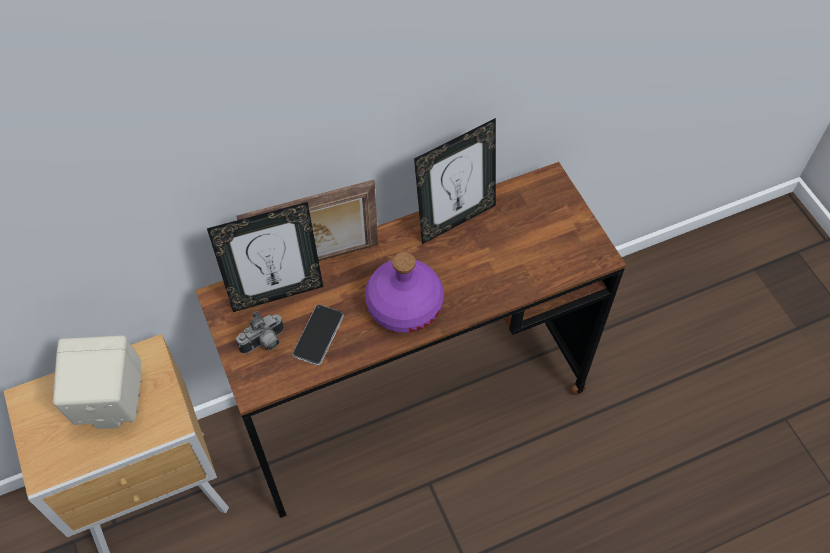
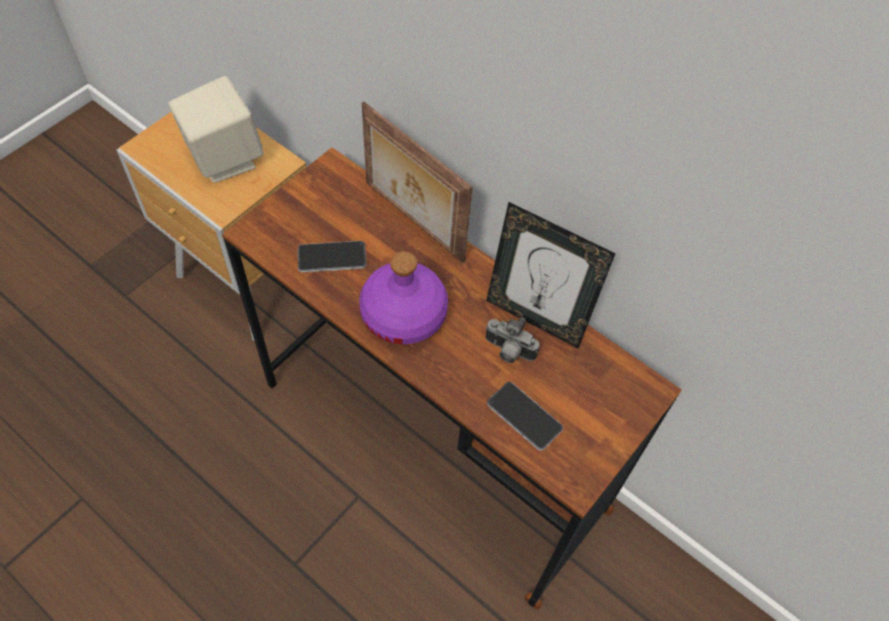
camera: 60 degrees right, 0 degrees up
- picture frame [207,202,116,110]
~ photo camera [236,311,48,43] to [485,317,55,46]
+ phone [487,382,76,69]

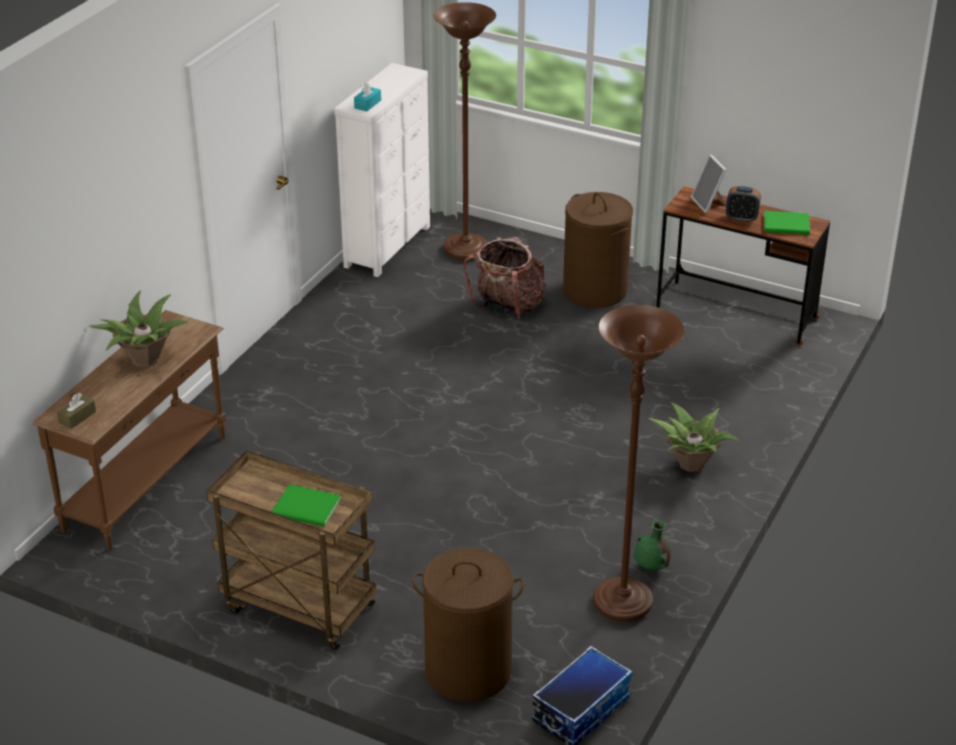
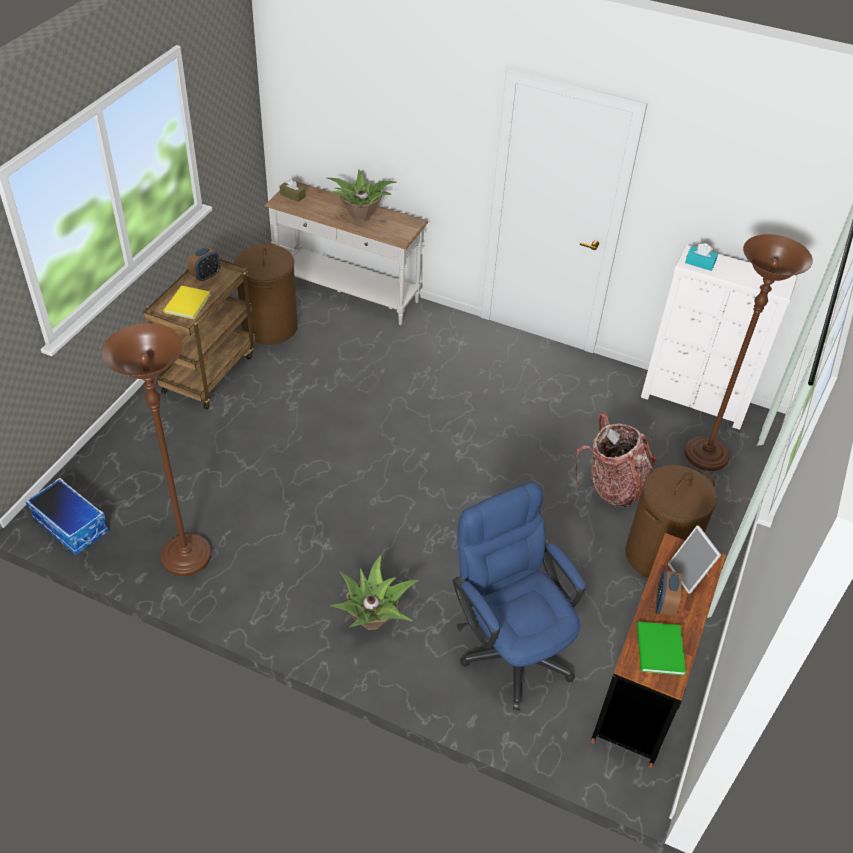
camera: 85 degrees right, 10 degrees up
~ picture frame [691,155,36,58] = [668,525,53,69] 90 degrees counterclockwise
~ brown console table [33,310,193,240] to white console table [264,182,164,143]
~ green book [272,484,69,43] to yellow book [163,286,47,33]
- green vase [634,520,37,51]
~ brown laundry basket [412,547,112,155] to [234,243,64,102]
+ alarm clock [188,247,32,35]
+ blue office chair [453,482,133,228]

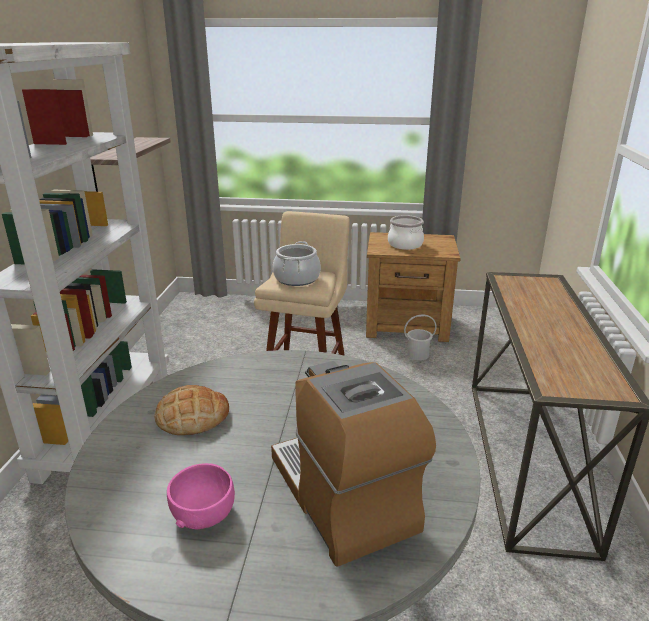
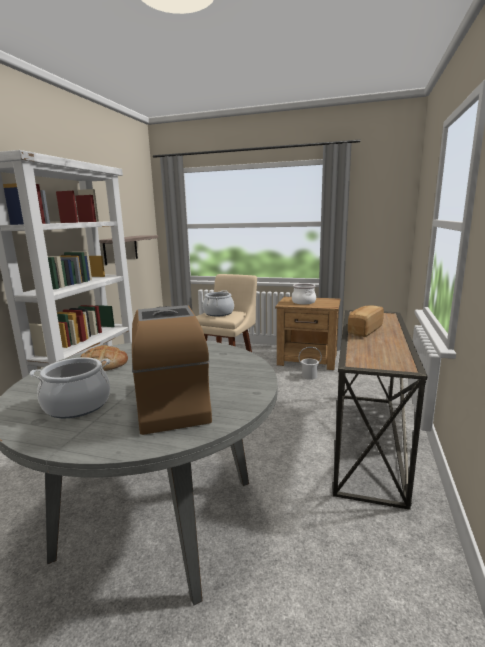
camera: 10 degrees right, 10 degrees down
~ pink bowl [167,463,68,67] to cooking pot [29,357,81,61]
+ bread [348,305,36,32]

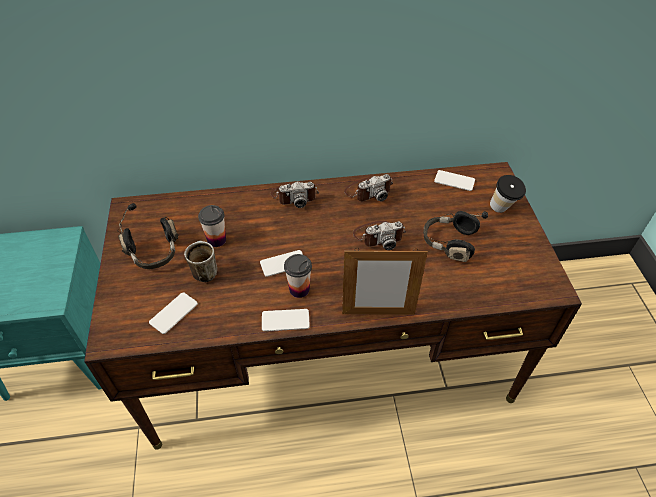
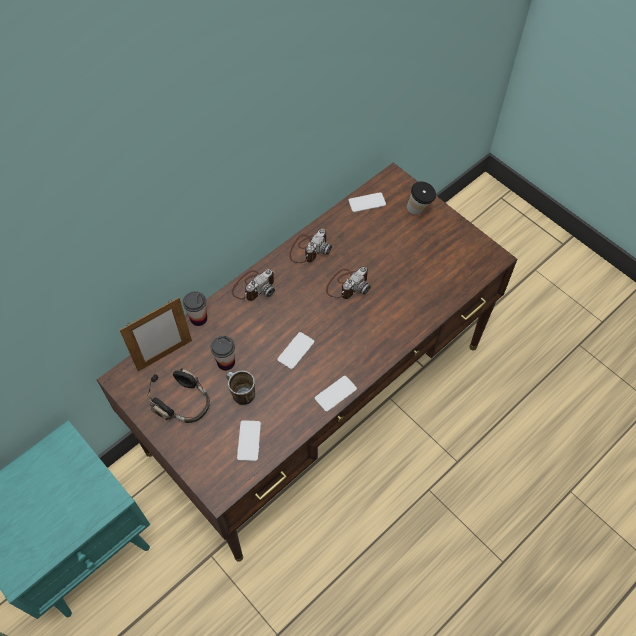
camera: 35 degrees left, 10 degrees up
- black headphones [423,211,65,51]
~ picture frame [342,248,86,67] to [120,297,72,75]
~ cup [284,254,28,44] to [183,291,24,35]

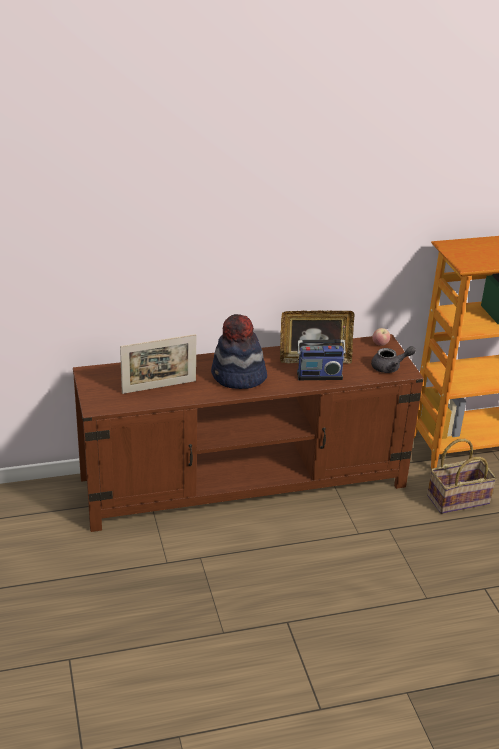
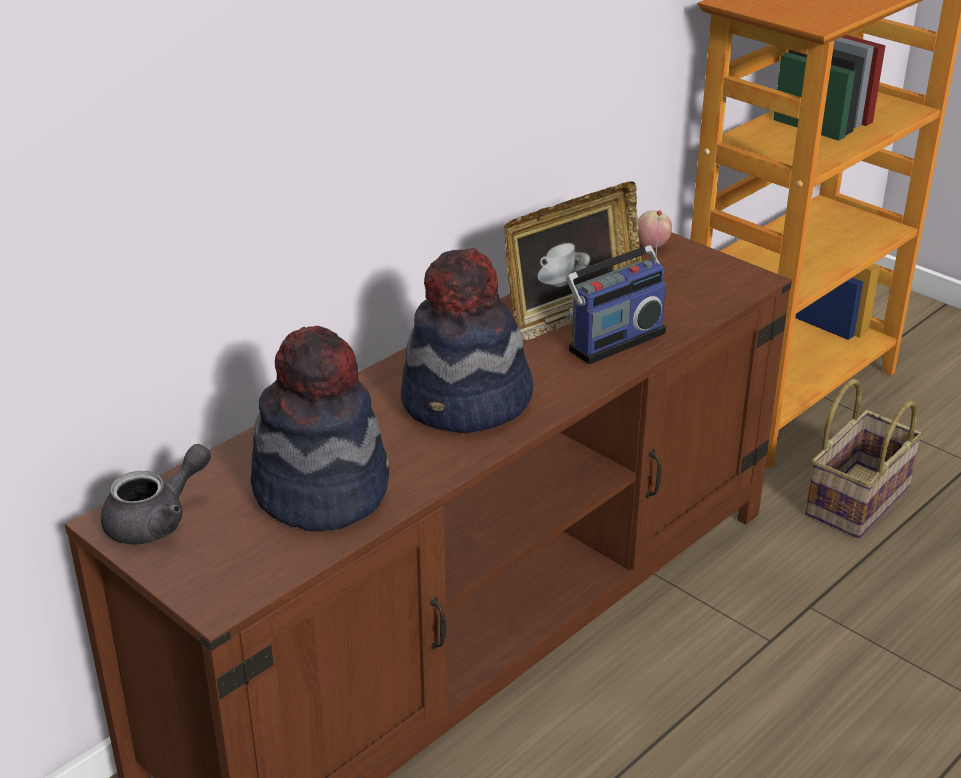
camera: 30 degrees left, 0 degrees up
~ picture frame [120,334,76,60] to hat [251,326,138,205]
~ grey teapot [371,346,45,27] to [101,444,110,101]

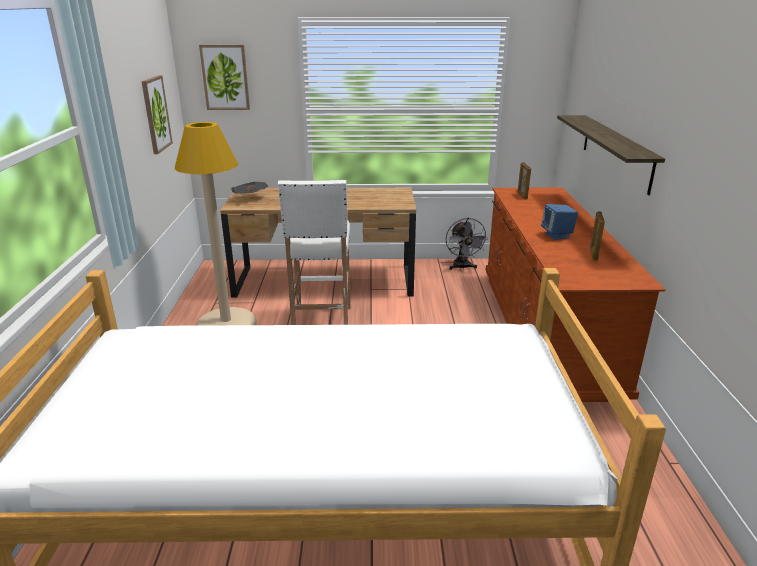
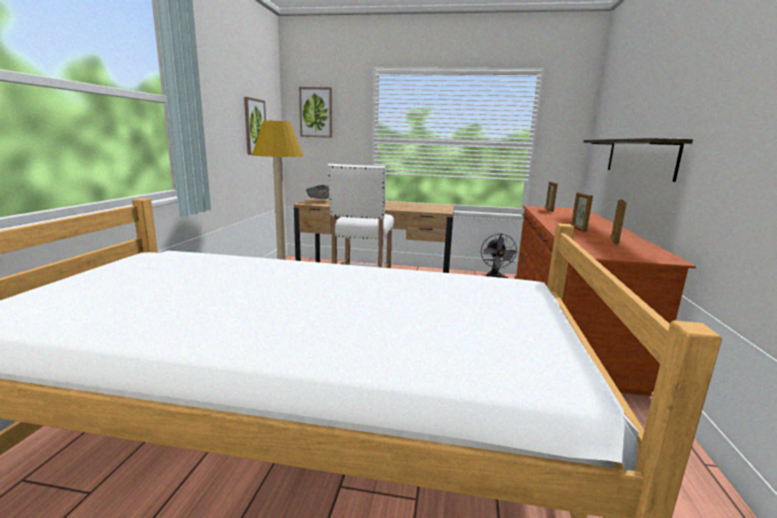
camera: 10 degrees right, 10 degrees down
~ blue speaker [541,204,37,36] to picture frame [571,192,22,40]

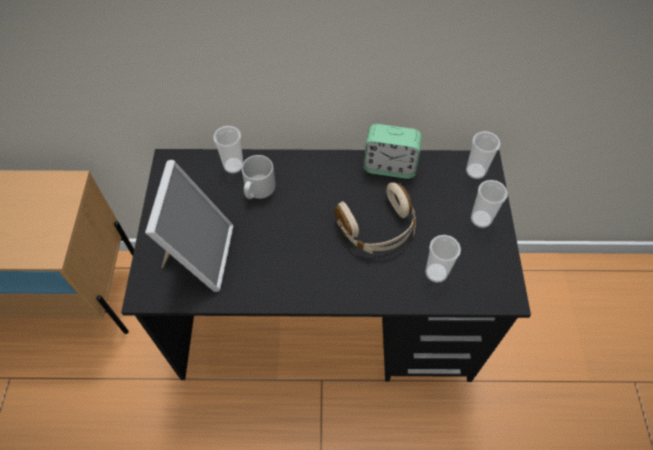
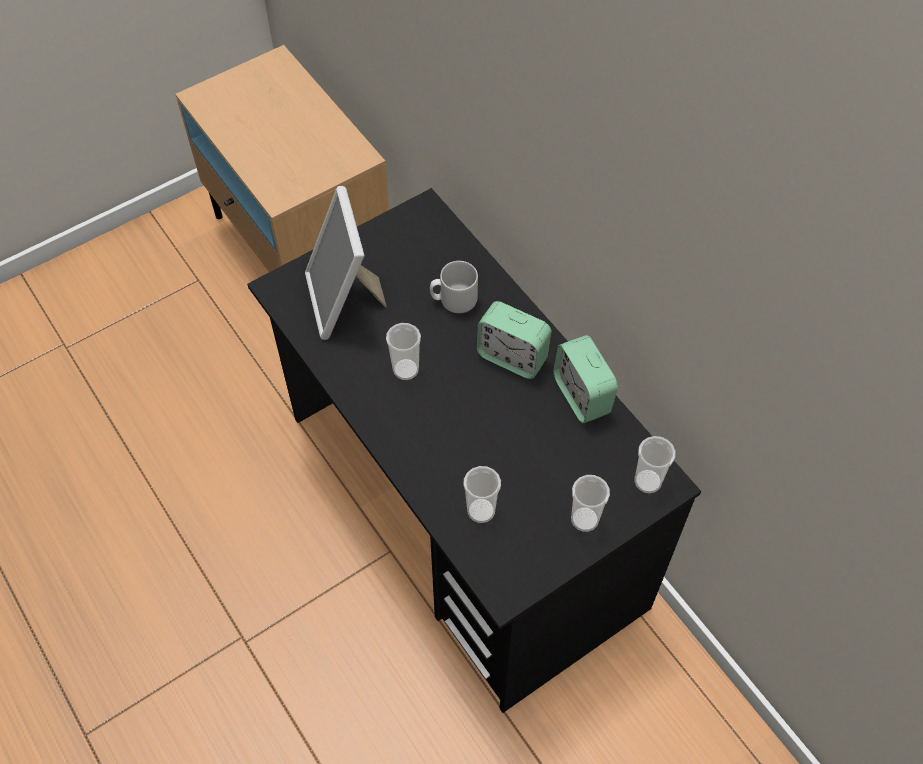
camera: 55 degrees right, 0 degrees up
~ cup [213,126,30,47] to [386,323,35,57]
~ picture frame [145,160,88,132] = [305,186,82,154] 105 degrees clockwise
- beige headphones [335,182,81,72]
+ alarm clock [476,301,76,78]

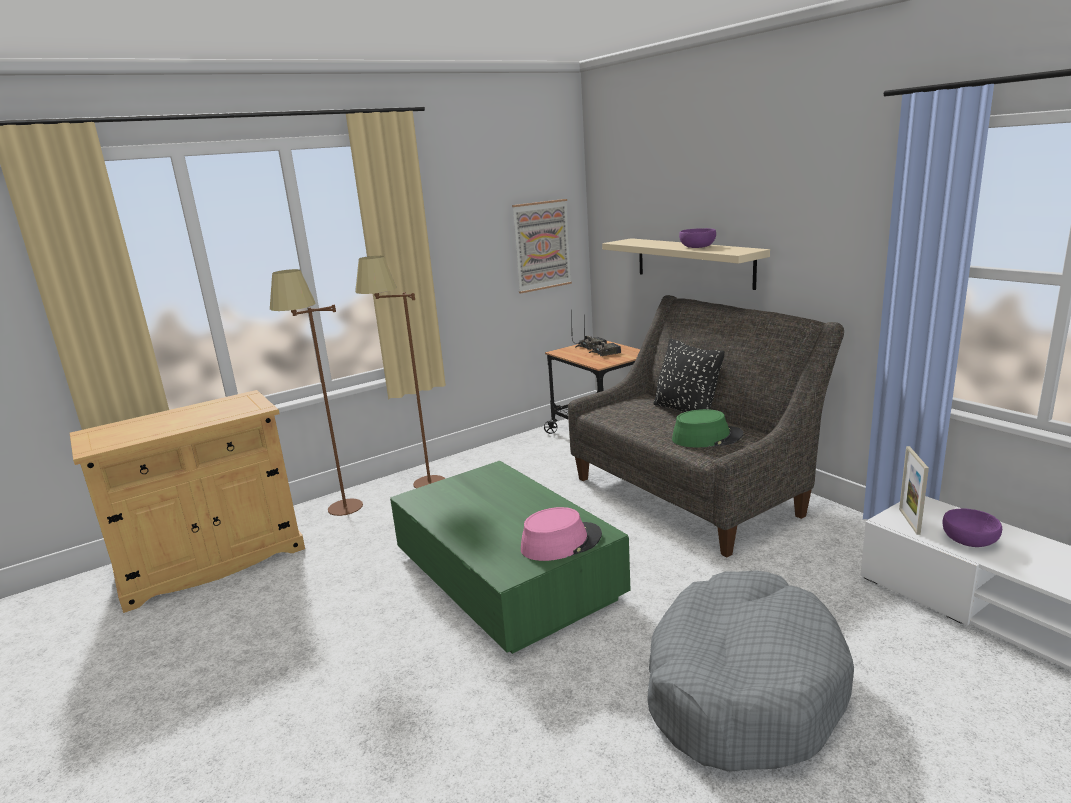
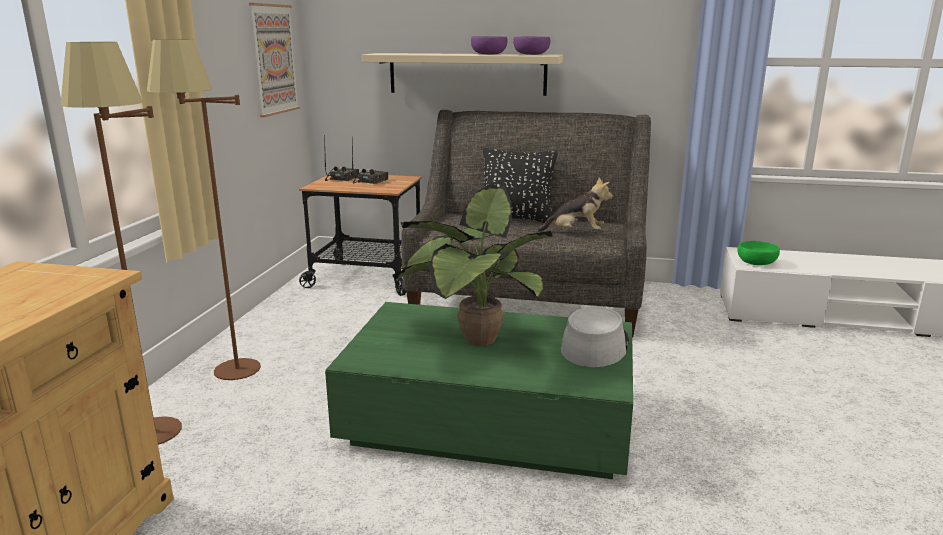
camera: 45 degrees left, 0 degrees up
~ green hat [672,409,71,38] to plush toy [537,177,76,55]
~ picture frame [899,446,30,89] to green bowl [737,241,43,24]
~ pink hat [521,507,81,54] to grey hat [561,307,68,60]
~ purple bowl [943,508,59,39] to [513,36,37,19]
- grey dog bed [647,570,207,202]
+ potted plant [393,182,160,164]

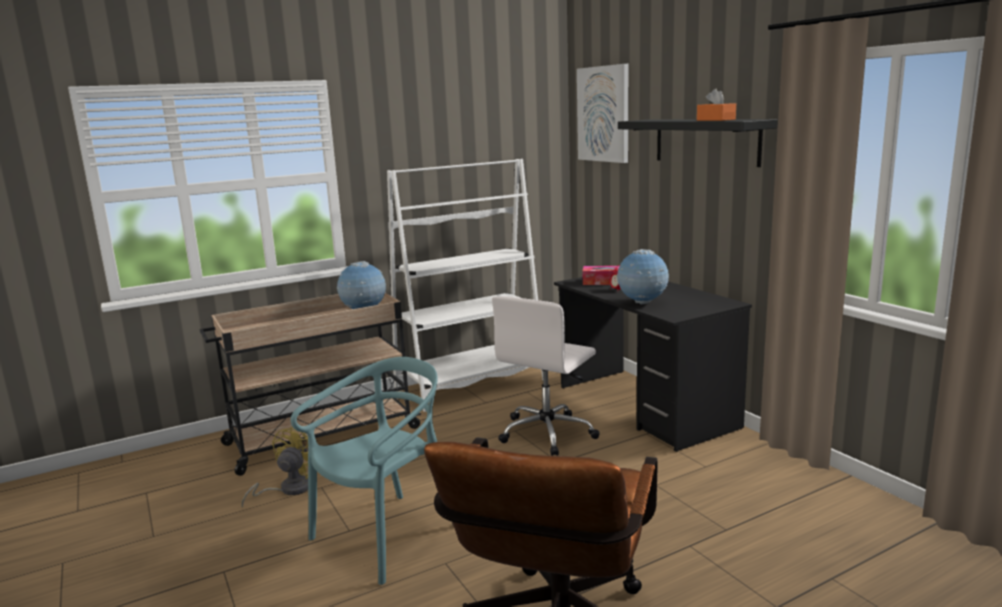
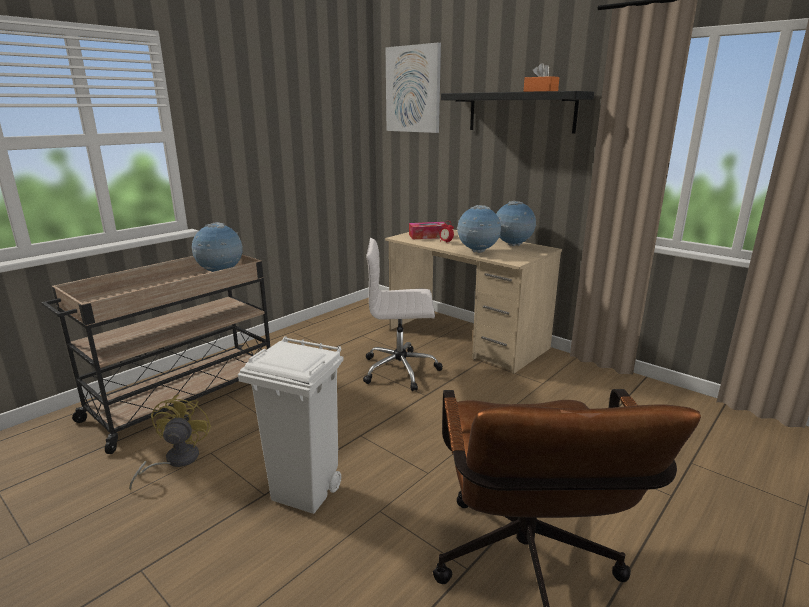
camera: 20 degrees left, 5 degrees up
- white bookcase [387,159,156,253]
~ black desk [554,277,198,175] to beige desk [385,229,177,145]
~ white office chair [492,296,108,160] = [363,238,80,153] 75 degrees clockwise
~ turquoise chair [291,357,147,228] to white trash can [238,336,106,178]
+ globe [496,201,41,45]

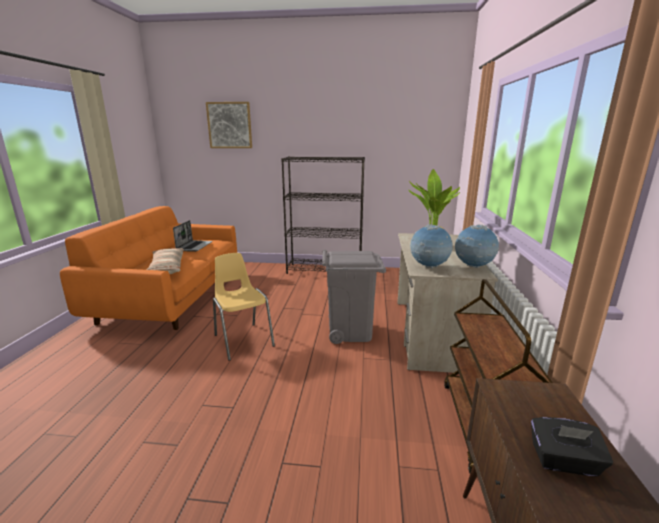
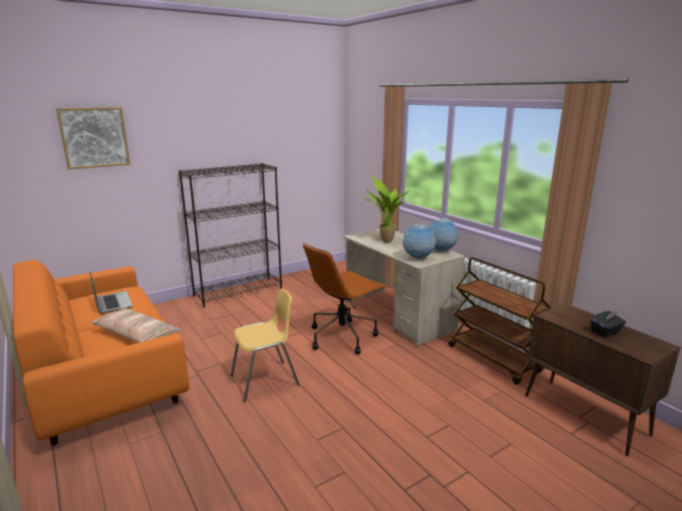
camera: 40 degrees left, 0 degrees up
~ grey trash can [322,250,64,94] to brown office chair [303,243,83,111]
~ yellow chair [213,253,62,108] = [231,289,69,113] 135 degrees clockwise

